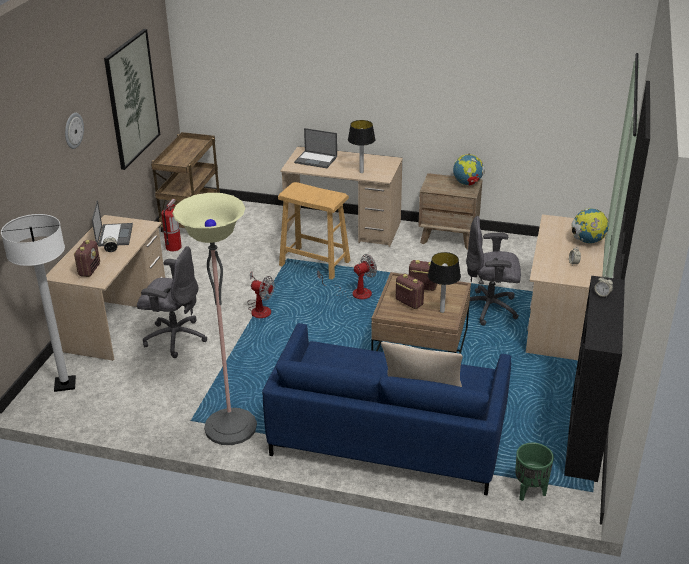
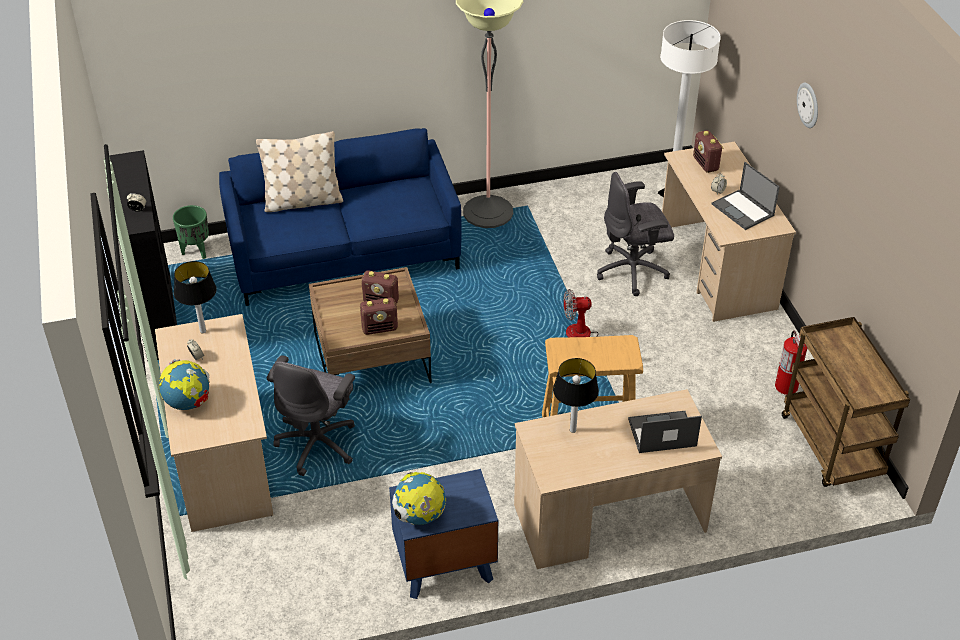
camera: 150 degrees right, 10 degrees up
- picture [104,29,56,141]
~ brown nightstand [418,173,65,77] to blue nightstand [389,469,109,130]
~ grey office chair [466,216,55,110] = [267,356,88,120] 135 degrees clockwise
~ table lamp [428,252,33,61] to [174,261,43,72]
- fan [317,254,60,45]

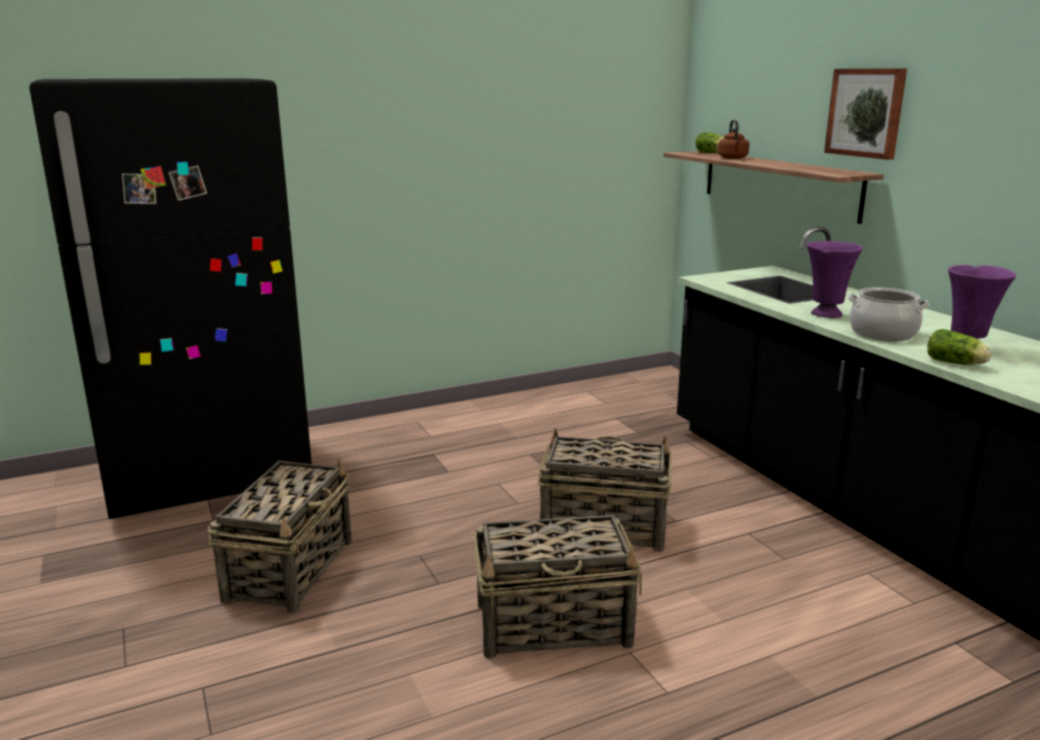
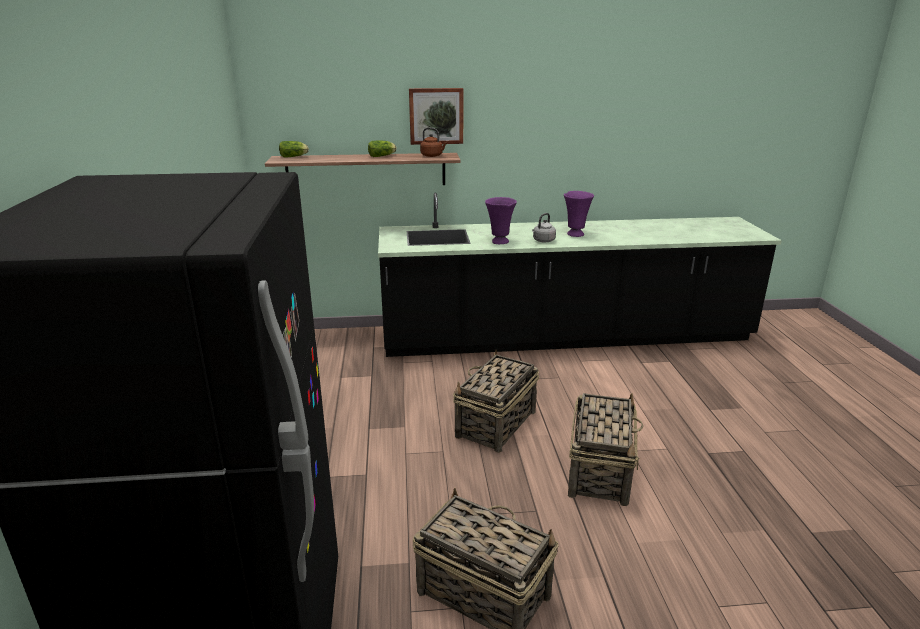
camera: 70 degrees left, 5 degrees up
~ brown kettle [718,120,31,39] to [420,128,27,29]
~ cooking pot [848,288,81,54] to grey kettle [532,213,24,30]
~ lettuce [928,329,64,36] to [368,140,29,17]

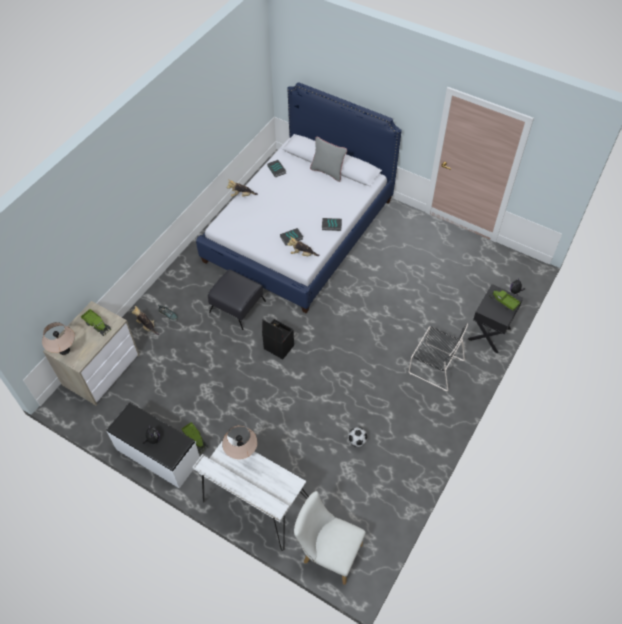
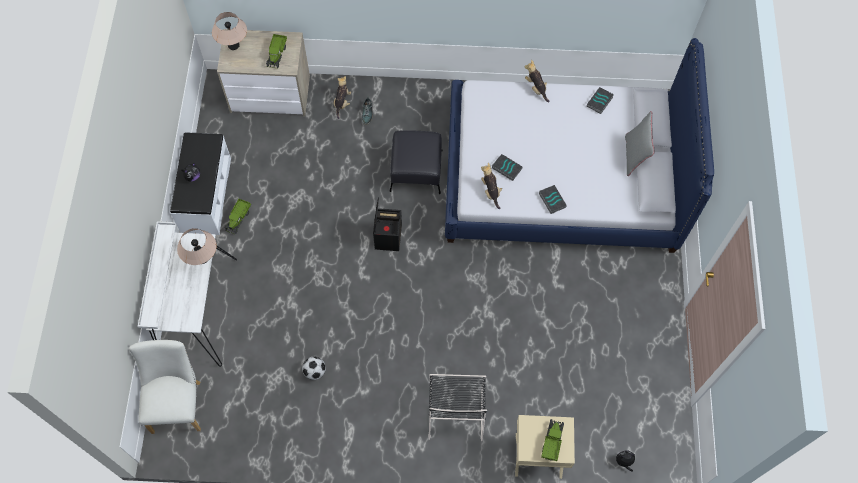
camera: 60 degrees right, 10 degrees up
~ black nightstand [468,284,55,69] to beige nightstand [515,415,60,64]

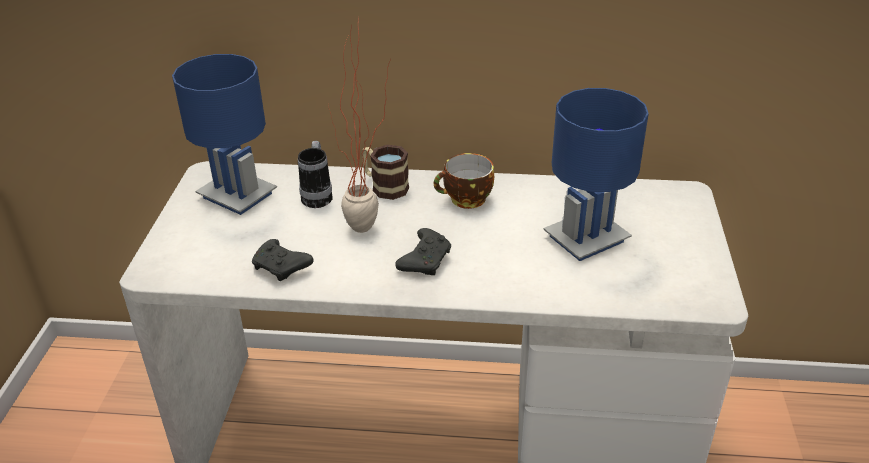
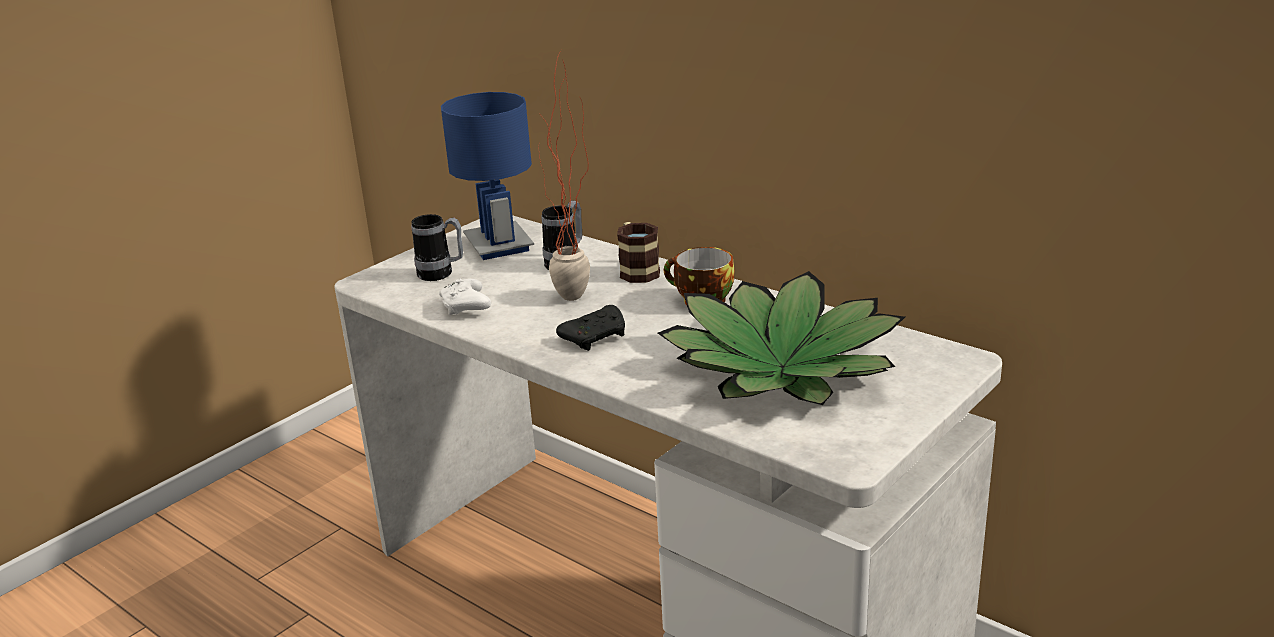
camera: 35 degrees right, 10 degrees down
~ blue table lamp [543,88,106,173] to potted plant [658,271,247,134]
~ black game controller [252,239,62,42] to white game controller [439,279,52,36]
+ mug [411,214,52,67]

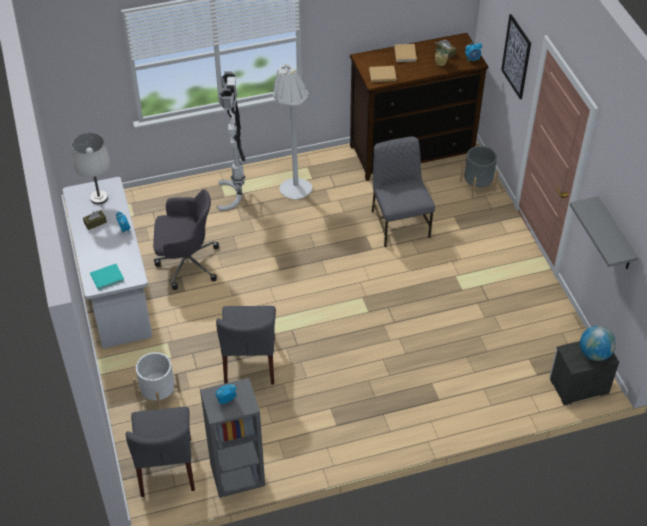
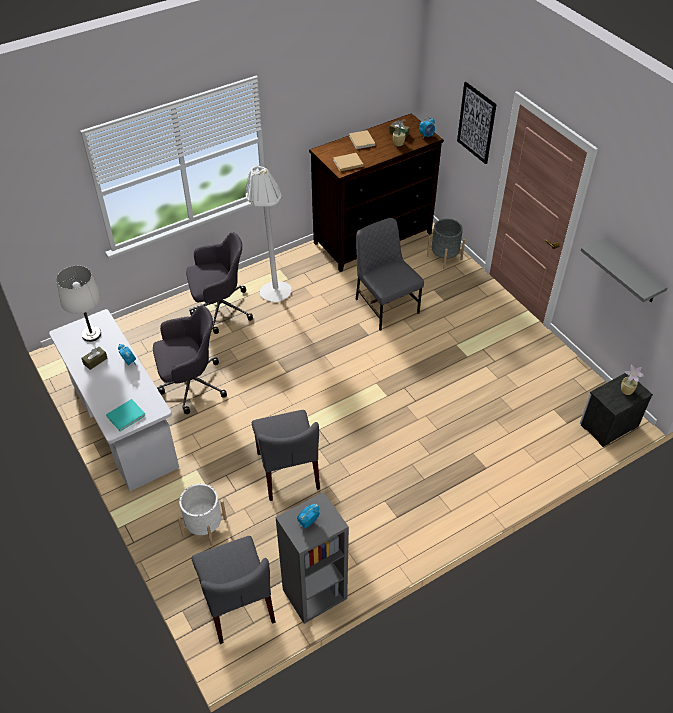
camera: 15 degrees left, 0 degrees up
~ white floor lamp [217,71,29,140] to grey office chair [186,232,67,102]
~ globe [580,326,36,35] to potted plant [621,365,23,30]

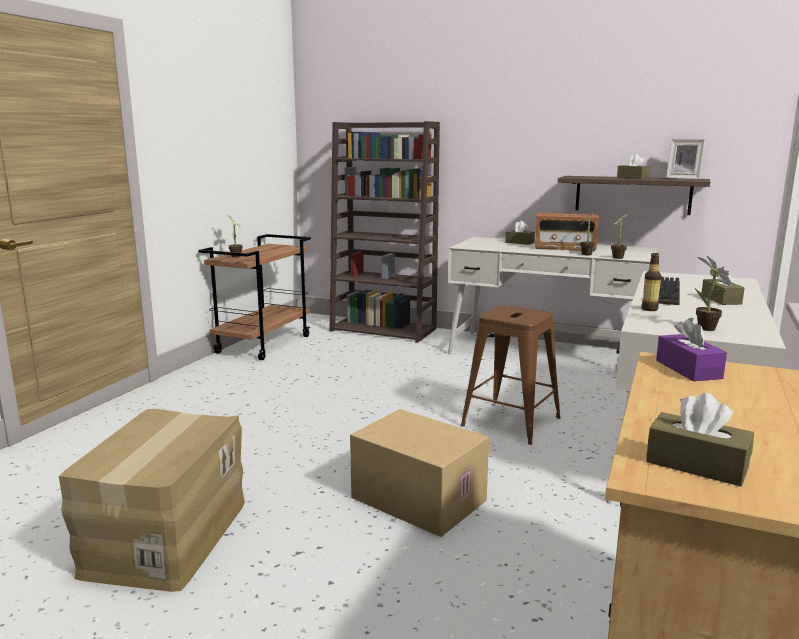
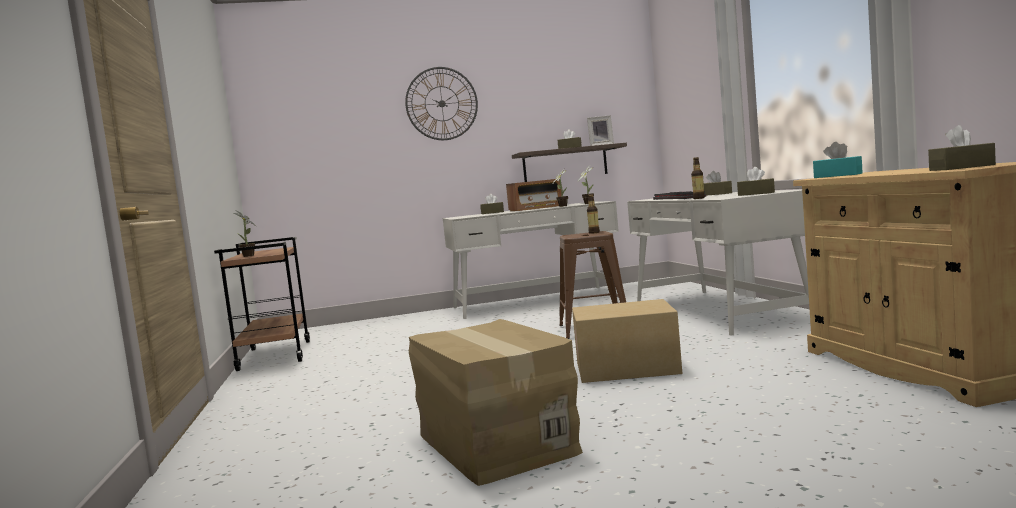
camera: 35 degrees left, 10 degrees down
- brown bookcase [330,121,110,222]
~ potted plant [695,256,38,75] to brown tissue box [737,167,38,29]
~ purple tissue box [656,318,71,63] to turquoise tissue box [813,142,50,36]
+ wall clock [405,67,73,73]
+ bottle [587,194,13,40]

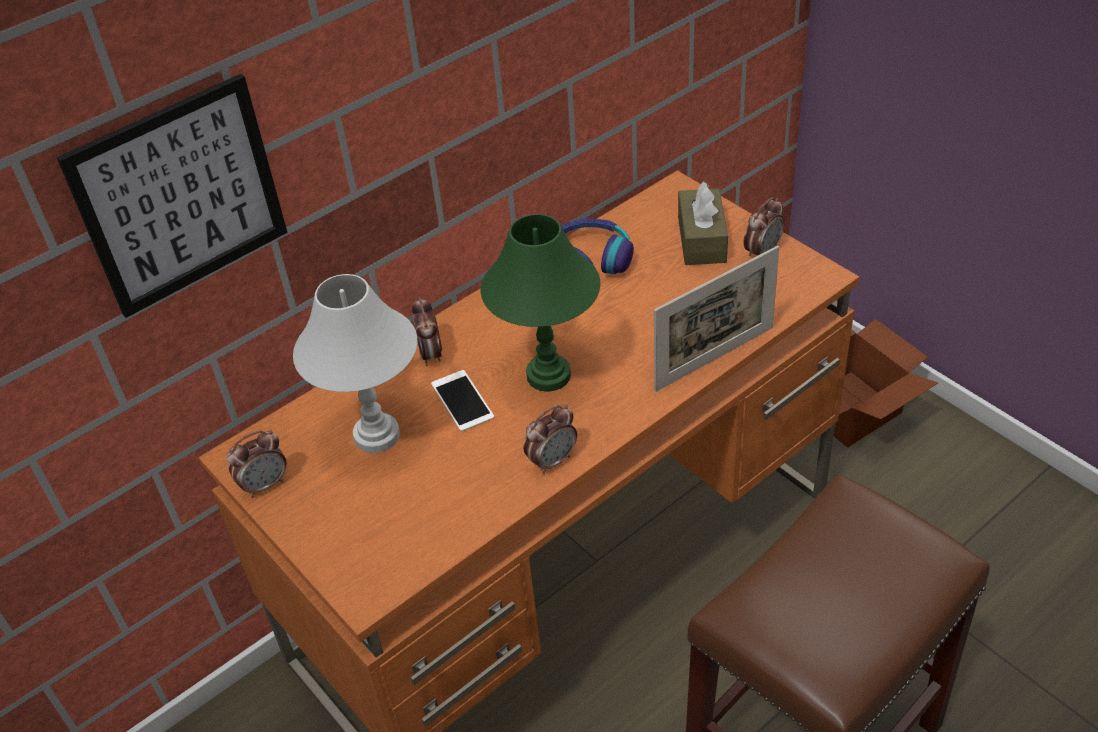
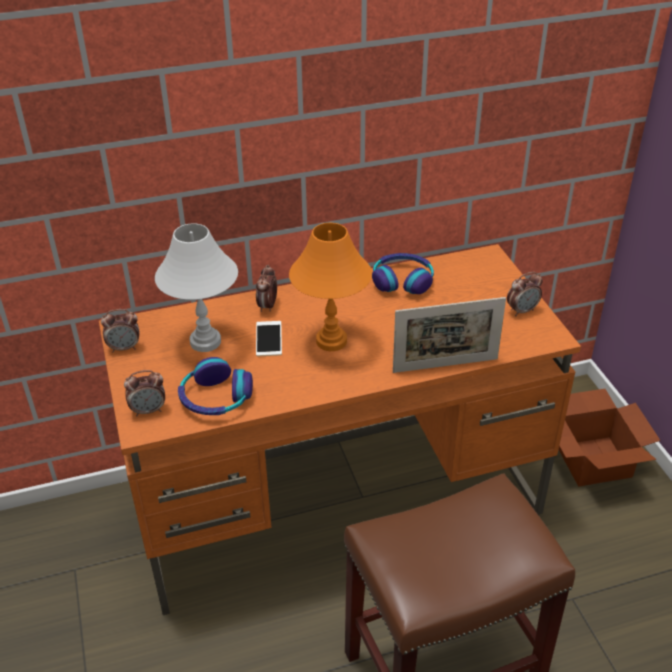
camera: 20 degrees right, 5 degrees down
- picture [57,74,231,244]
- brown tissue box [678,182,50,83]
~ green table lamp [481,214,120,178] to orange table lamp [289,223,83,128]
~ alarm clock [523,405,54,69] to [124,370,41,46]
+ headphones [178,357,75,58]

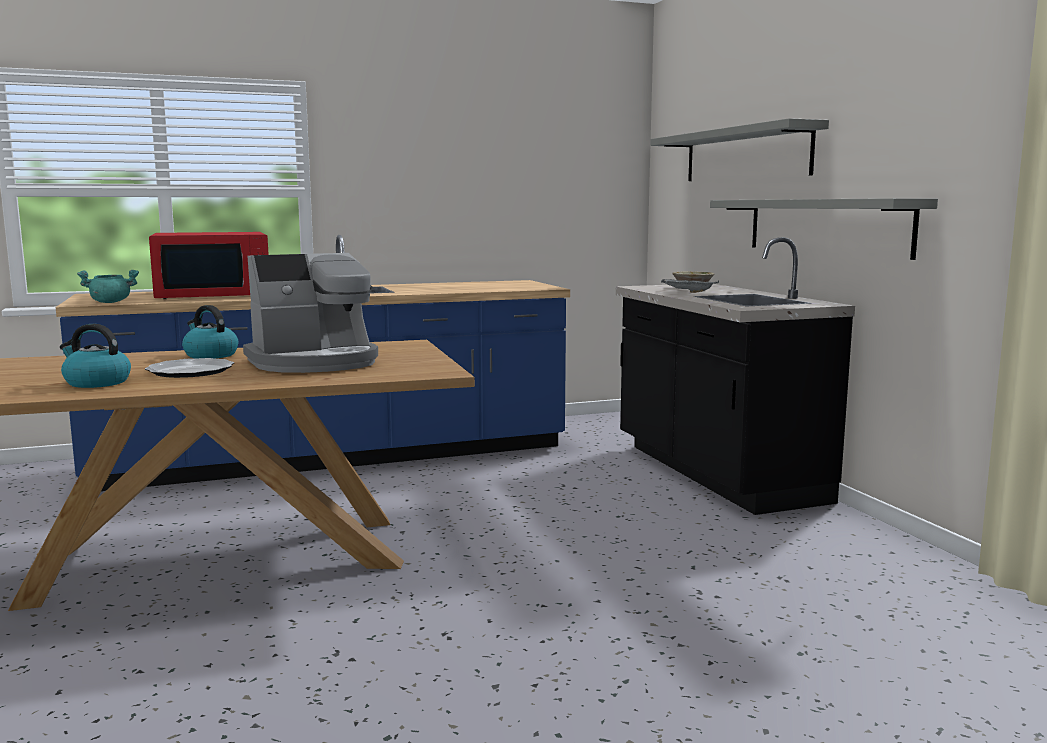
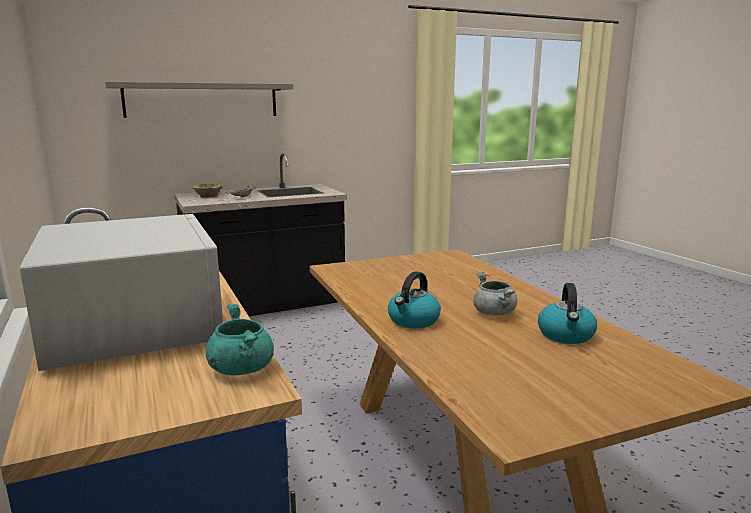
camera: 95 degrees left, 5 degrees up
- grey shelf [710,198,228,62]
~ red microwave [149,232,120,67] to white microwave [20,214,203,157]
- coffee machine [243,253,135,120]
~ plate [145,358,89,20] to grey cooking pot [473,272,44,44]

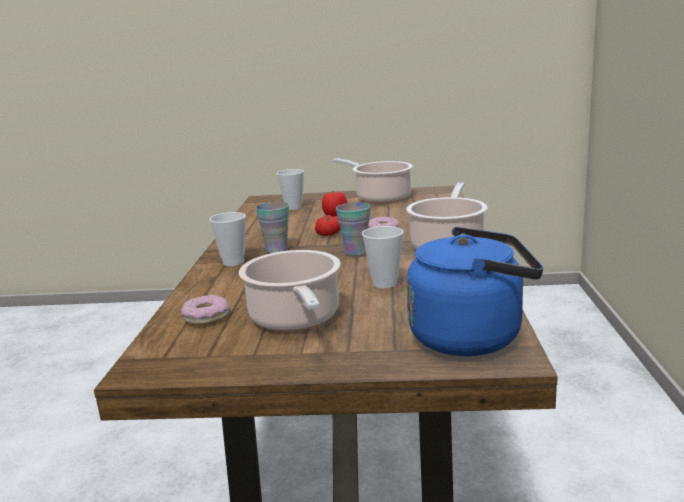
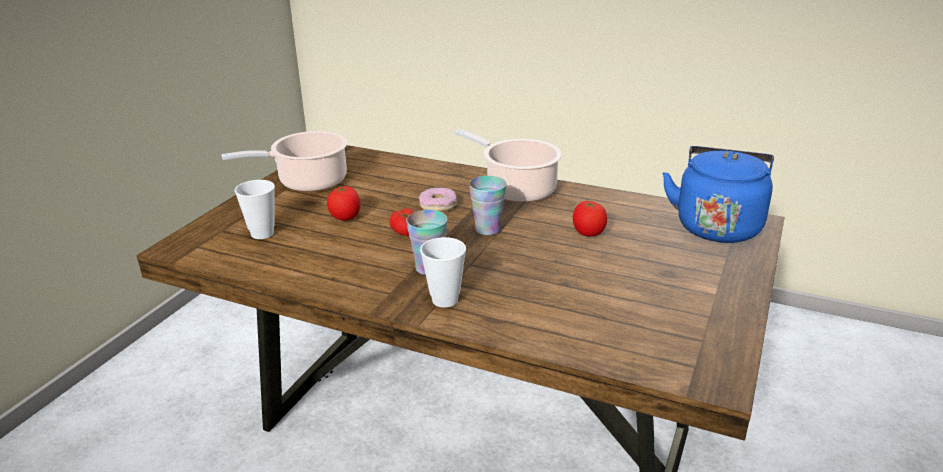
camera: 70 degrees left, 10 degrees up
~ cup [362,226,42,62] to tomato [573,201,34,35]
- cooking pot [239,250,102,81]
- donut [181,295,48,30]

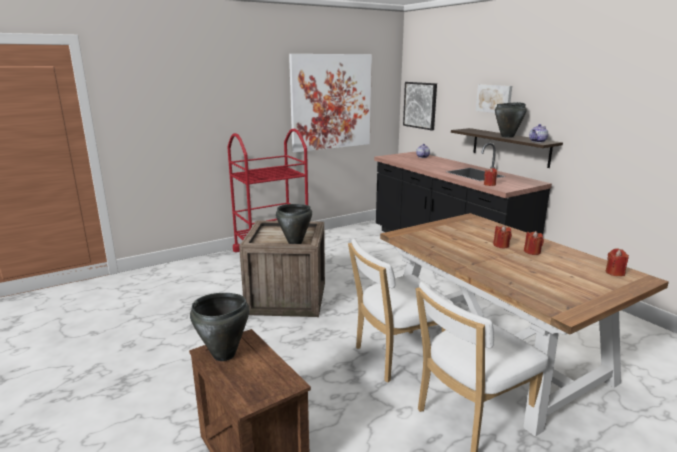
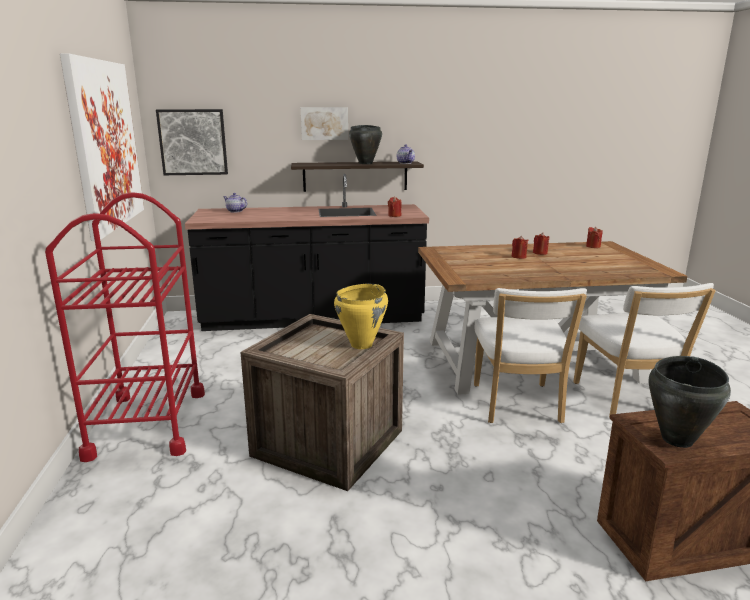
camera: 65 degrees left, 0 degrees up
~ black cooking pot [276,204,36,40] to yellow cooking pot [334,284,54,65]

